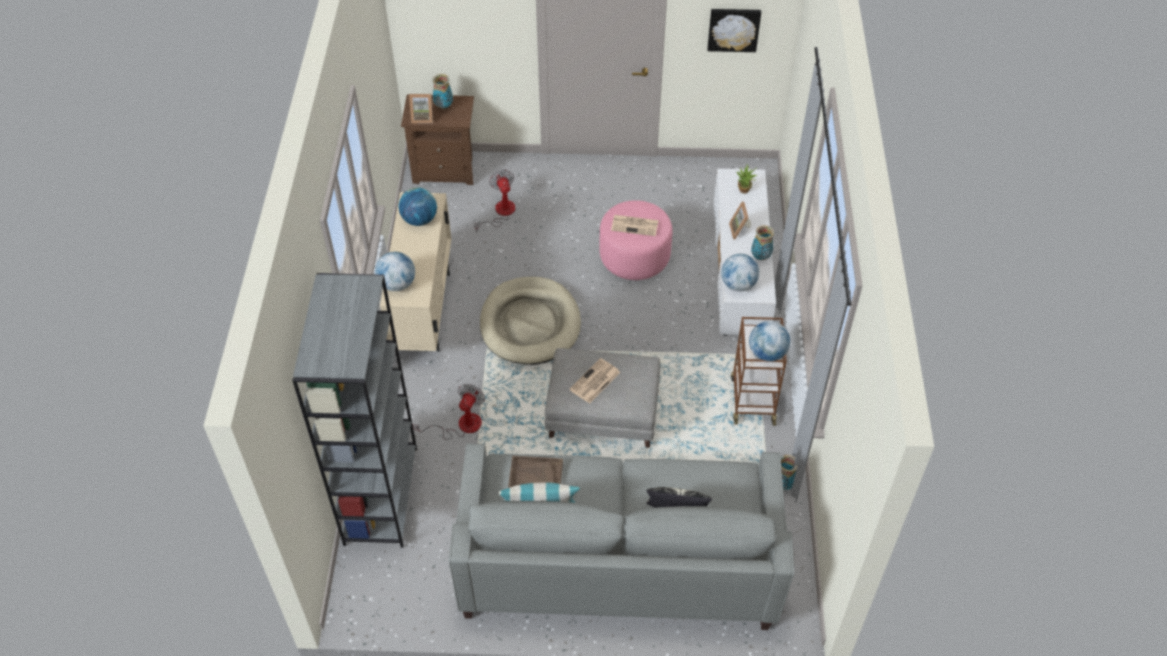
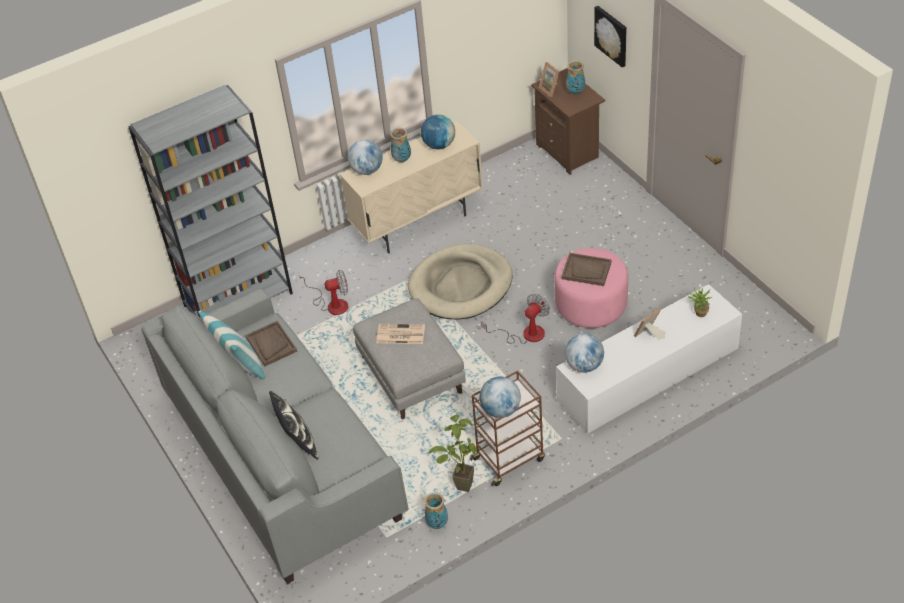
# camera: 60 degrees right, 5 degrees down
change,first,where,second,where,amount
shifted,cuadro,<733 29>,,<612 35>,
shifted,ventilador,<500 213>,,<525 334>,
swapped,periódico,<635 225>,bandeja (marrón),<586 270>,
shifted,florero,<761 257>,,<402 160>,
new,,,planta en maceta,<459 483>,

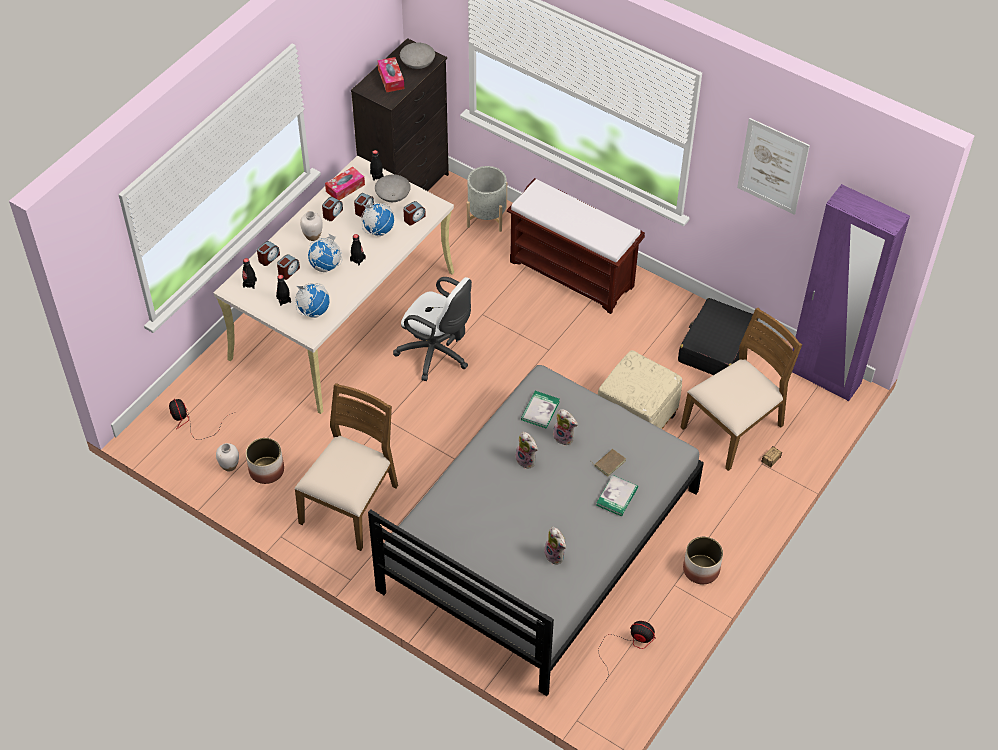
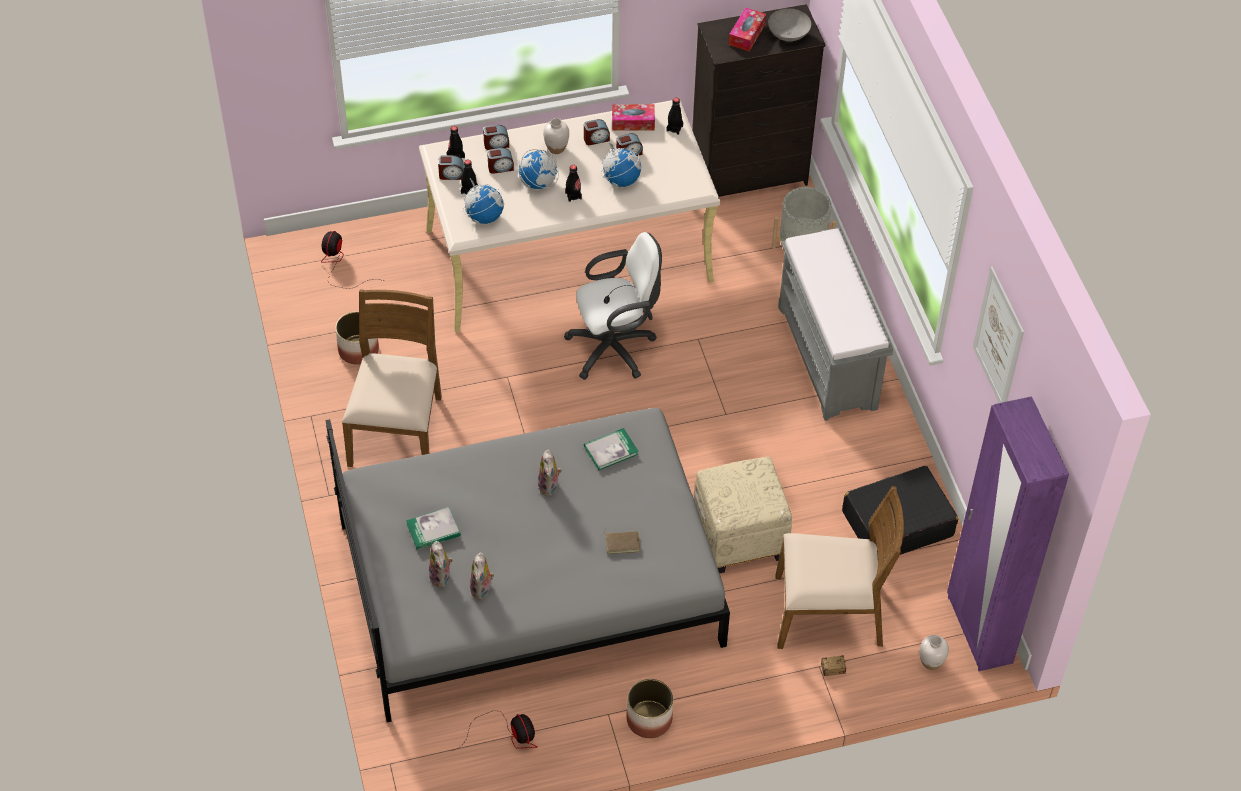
# camera: 40 degrees right, 0 degrees up
change,first,where,second,where,amount
gone,cuenco (gris),<392 196>,,,
repainted,banco (marrón),<573 274>,banco (gris),<828 358>,
shifted,despertador,<414 218>,,<451 175>,
rotated,silla de oficina (blanco),<437 354>,,<615 348>,90 degrees counterclockwise
rotated,silla (marrón),<351 504>,,<398 430>,60 degrees counterclockwise
shifted,peluche,<564 437>,,<441 577>,
shifted,florero (blanco),<229 465>,,<931 662>,
shifted,libro,<617 497>,,<433 530>,

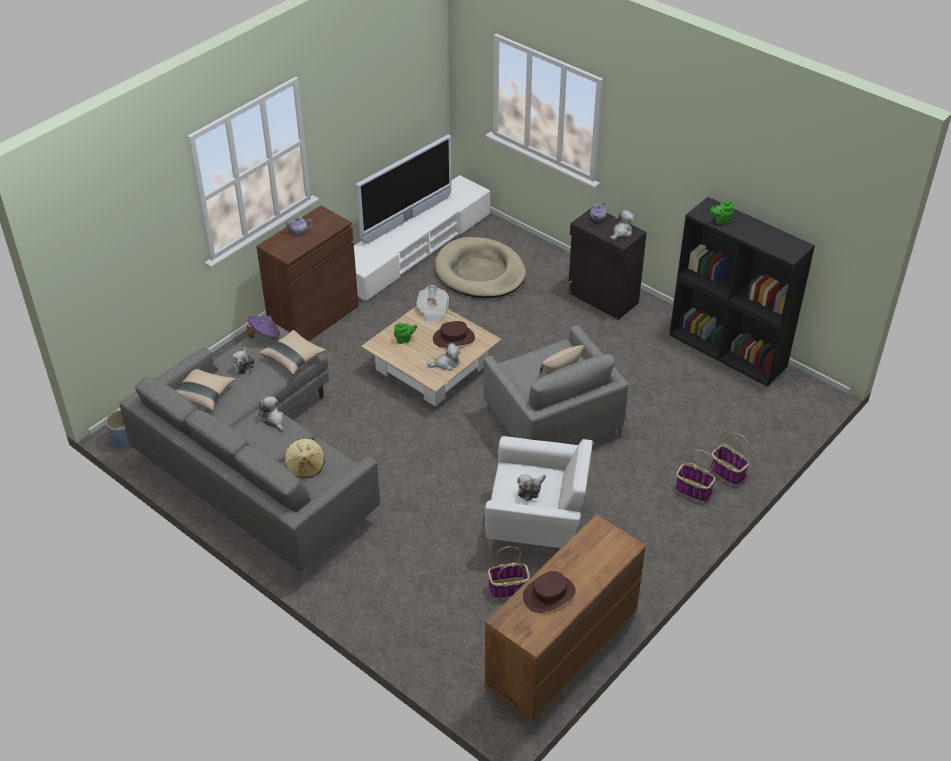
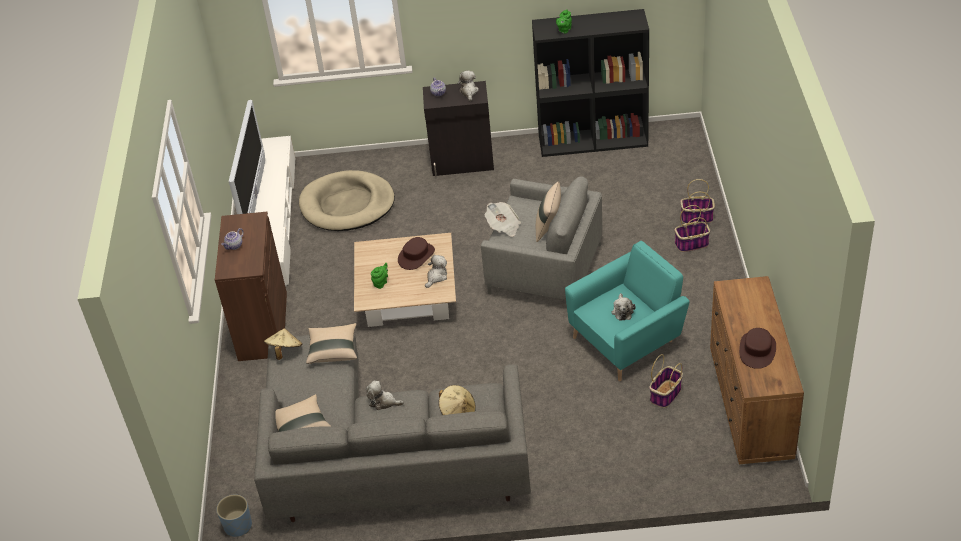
# camera: 40 degrees left, 0 degrees up
change,first,where,second,where,amount
shifted,periódico,<432 311>,,<503 226>,
repainted,sombrero (morado),<265 335>,sombrero (beis),<284 351>,
gone,peluche,<243 365>,,,
repainted,sillón (blanco),<537 524>,sillón (turquesa),<627 340>,

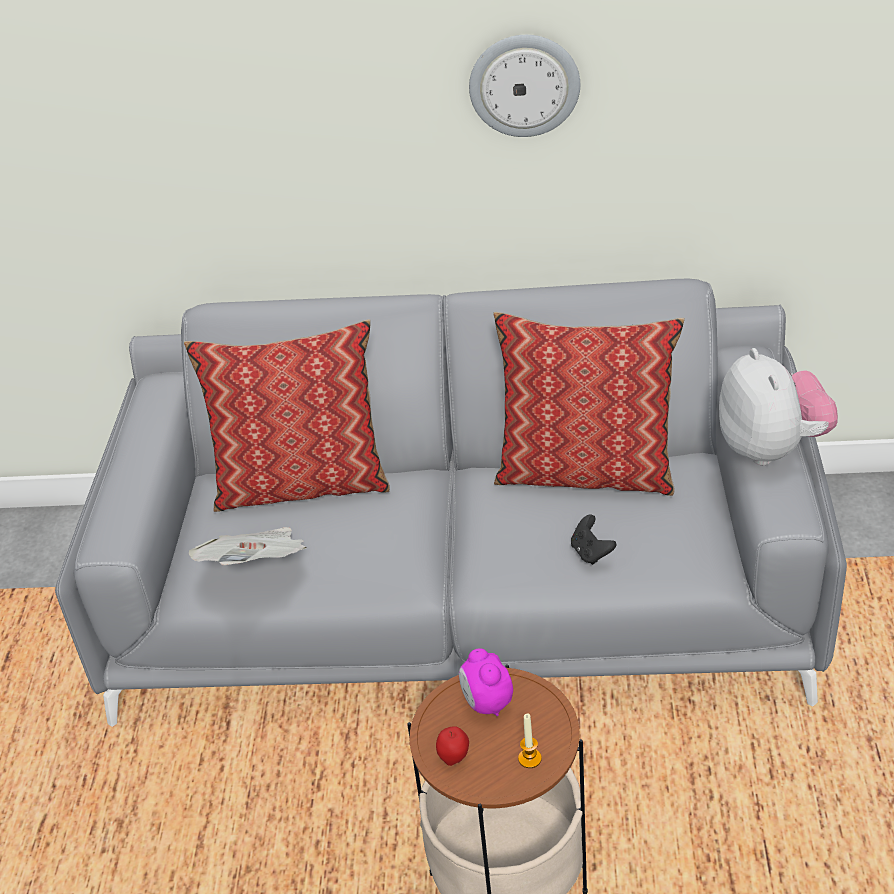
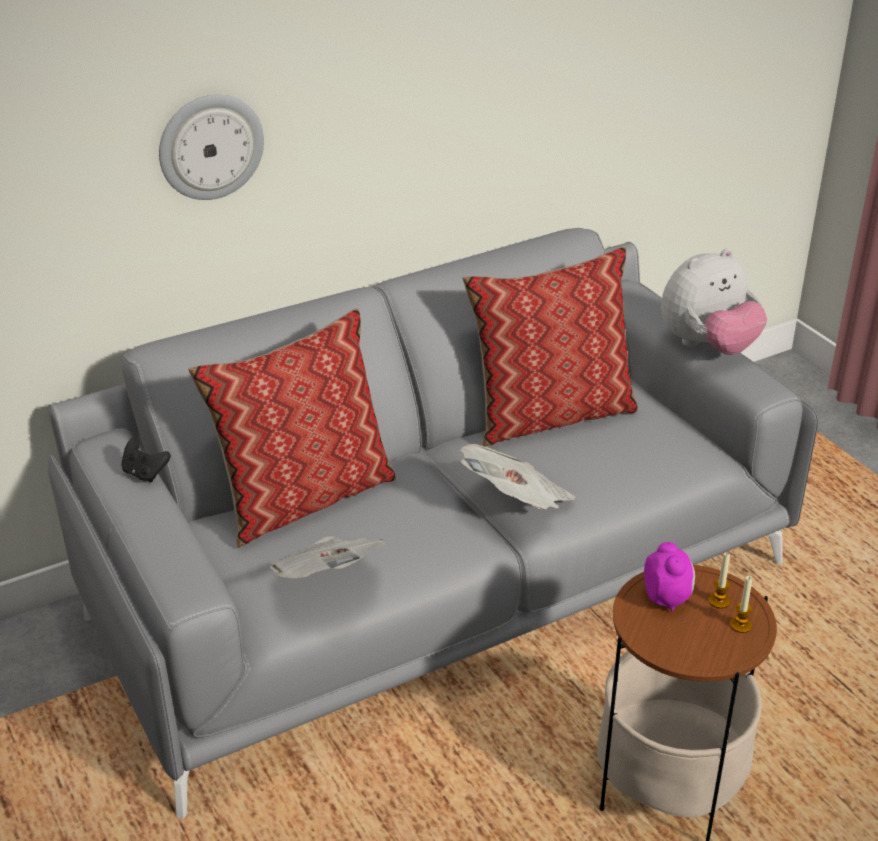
# camera: 35 degrees left, 5 degrees down
change,first,where,second,where,amount
shifted,reloj de pared,<524 85>,,<210 146>,
rotated,peluche,<771 448>,,<708 346>,105 degrees clockwise
shifted,mando de consola (negro),<591 552>,,<145 473>,
rotated,despertador,<486 703>,,<667 598>,135 degrees counterclockwise
gone,manzana,<454 758>,,,
new,,,periódico,<517 502>,
new,,,vela,<719 601>,

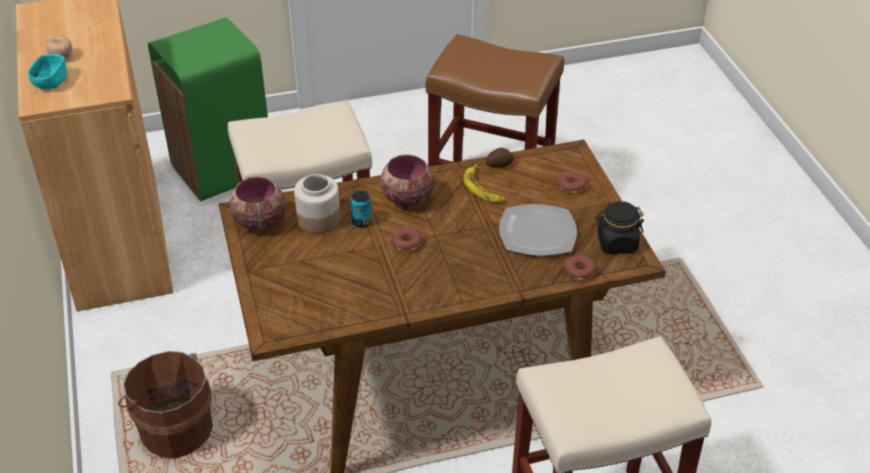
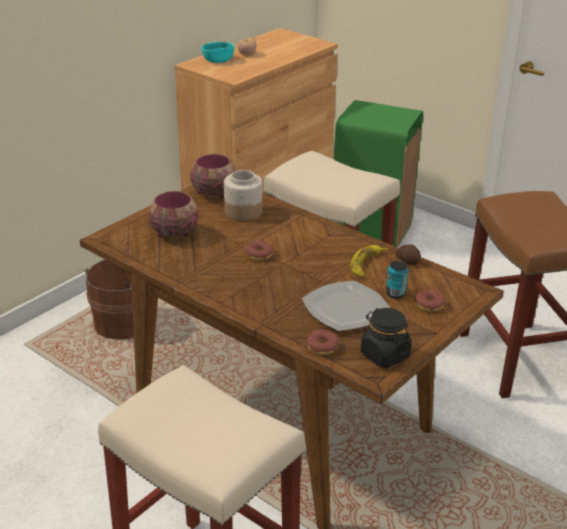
# camera: 55 degrees right, 10 degrees down
change,first,where,second,where,amount
shifted,cuenco,<406 199>,,<174 233>,
shifted,lata,<361 221>,,<395 294>,

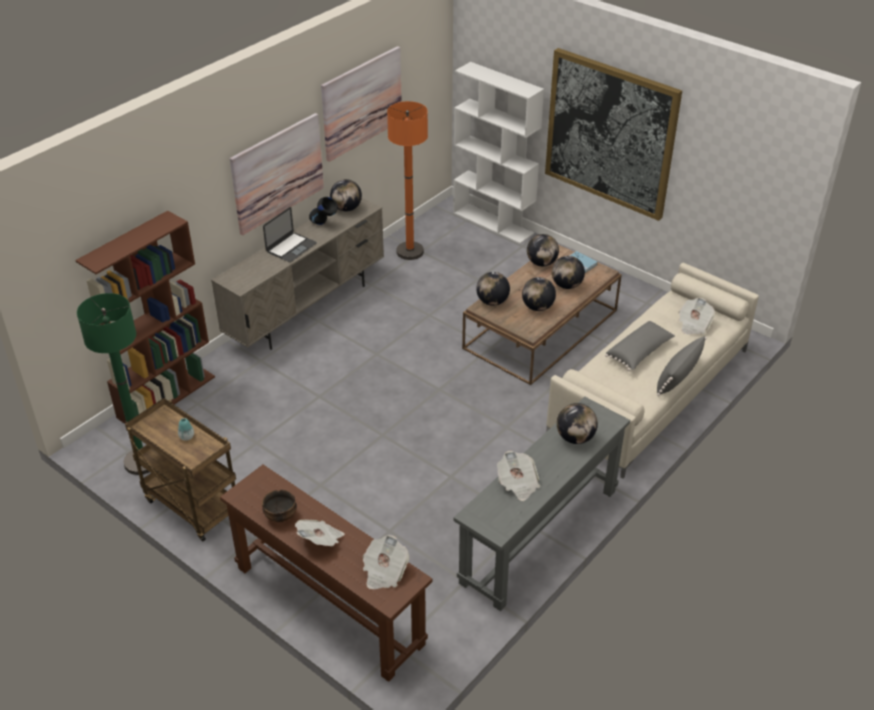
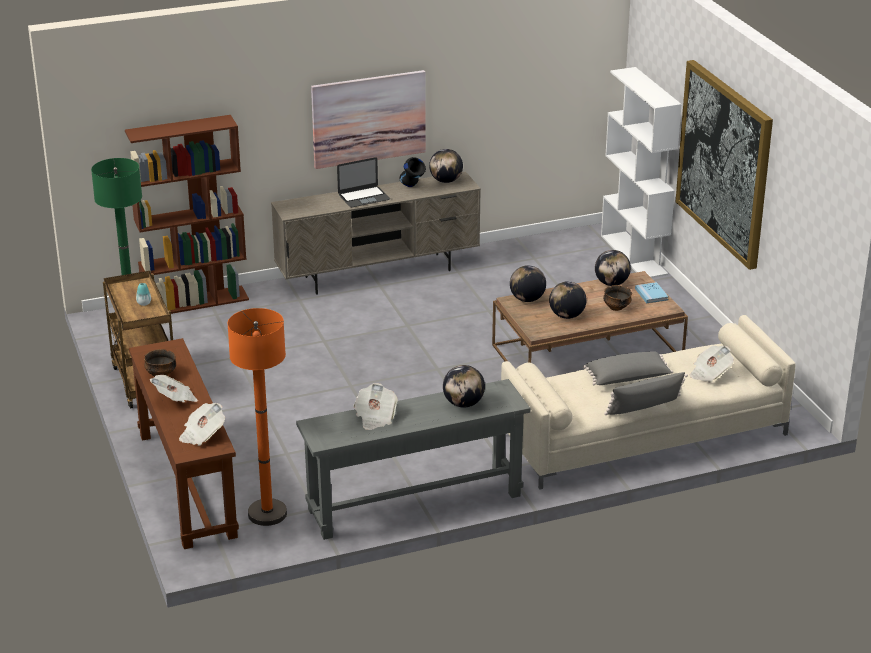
# camera: 30 degrees right, 10 degrees down
change,first,where,second,where,amount
gone,cuadro,<362 103>,,,
shifted,lámpara de pie (naranja),<410 252>,,<267 514>,
swapped,globo terráqueo,<566 285>,cuenco,<616 307>,

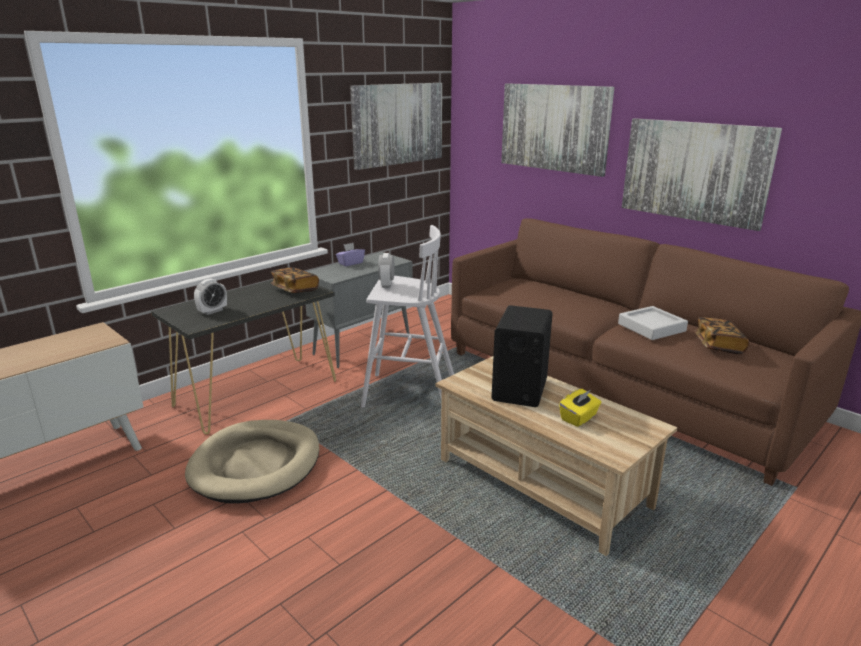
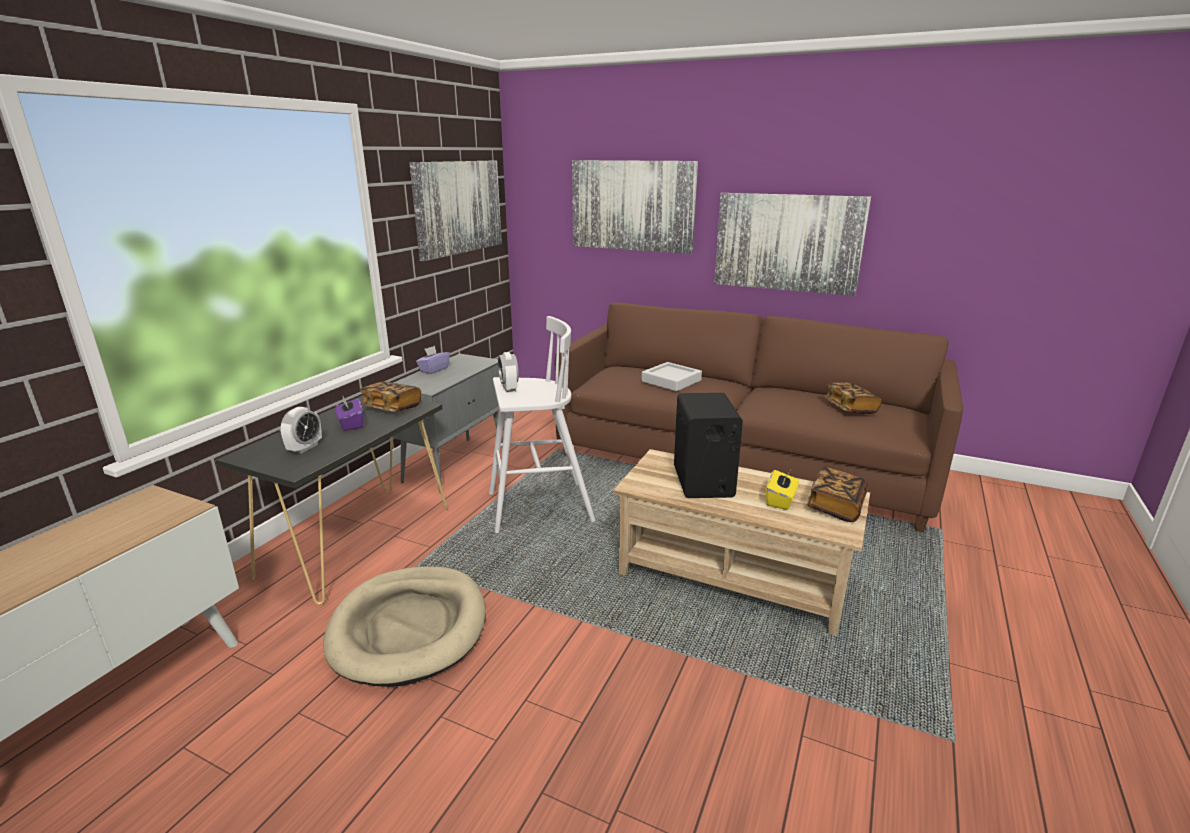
# camera: 20 degrees left, 0 degrees up
change,first,where,second,where,amount
shifted,bandeja (gris),<651 327>,,<671 381>,
new,,,caja de pañuelos (morado),<351 424>,
new,,,libro,<835 506>,

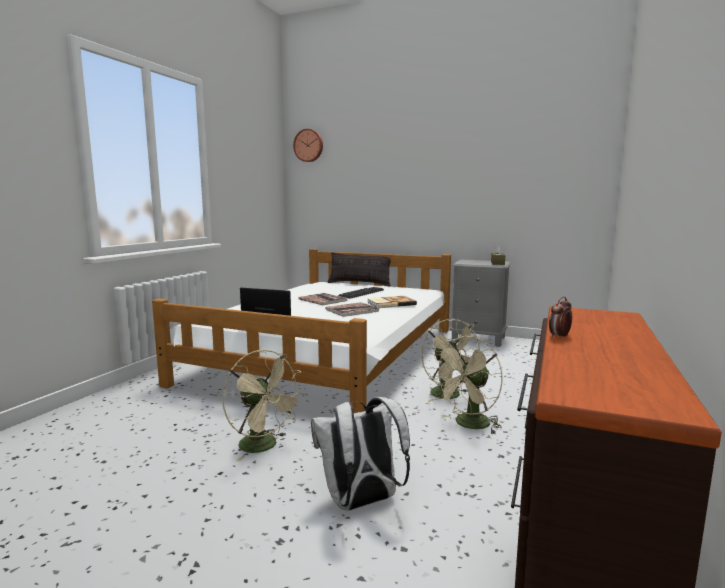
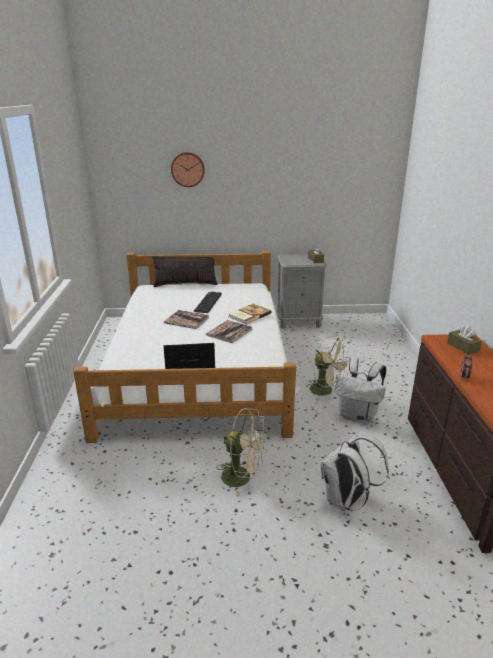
# camera: 25 degrees left, 15 degrees up
change,first,where,second,where,amount
shifted,reloj de pared,<309 145>,,<188 169>,
swapped,ventilador (beis),<468 425>,mochila (blanco),<358 416>,
new,,,caja de pañuelos (marrón),<462 347>,

